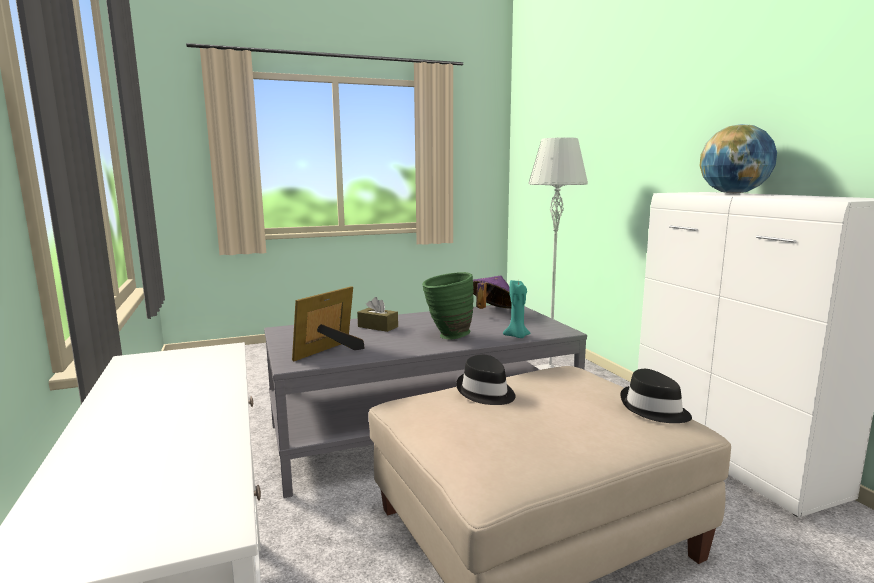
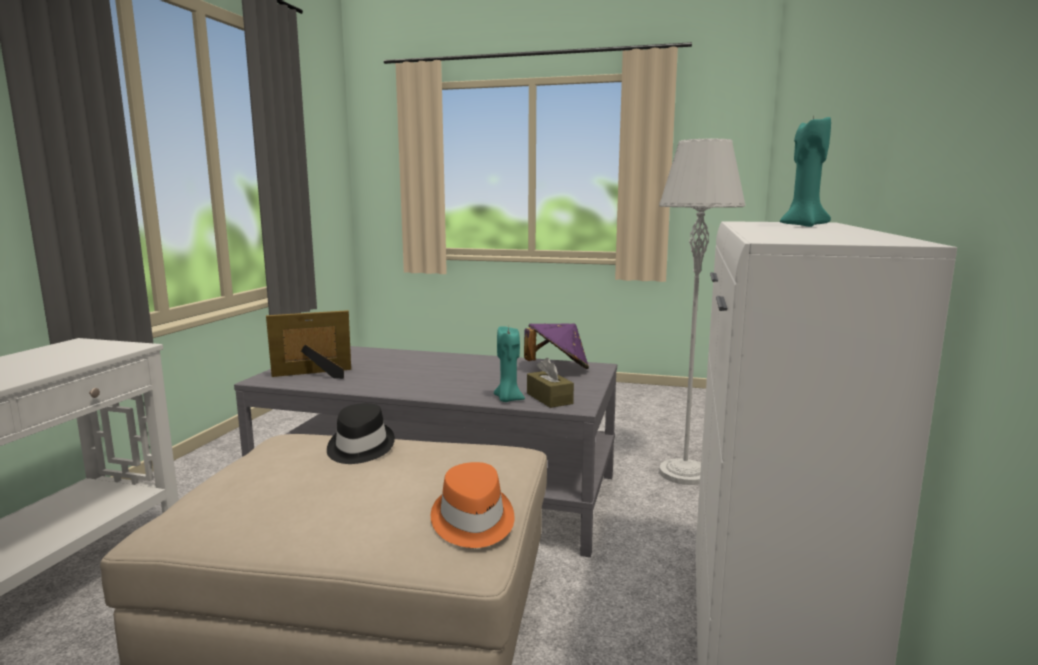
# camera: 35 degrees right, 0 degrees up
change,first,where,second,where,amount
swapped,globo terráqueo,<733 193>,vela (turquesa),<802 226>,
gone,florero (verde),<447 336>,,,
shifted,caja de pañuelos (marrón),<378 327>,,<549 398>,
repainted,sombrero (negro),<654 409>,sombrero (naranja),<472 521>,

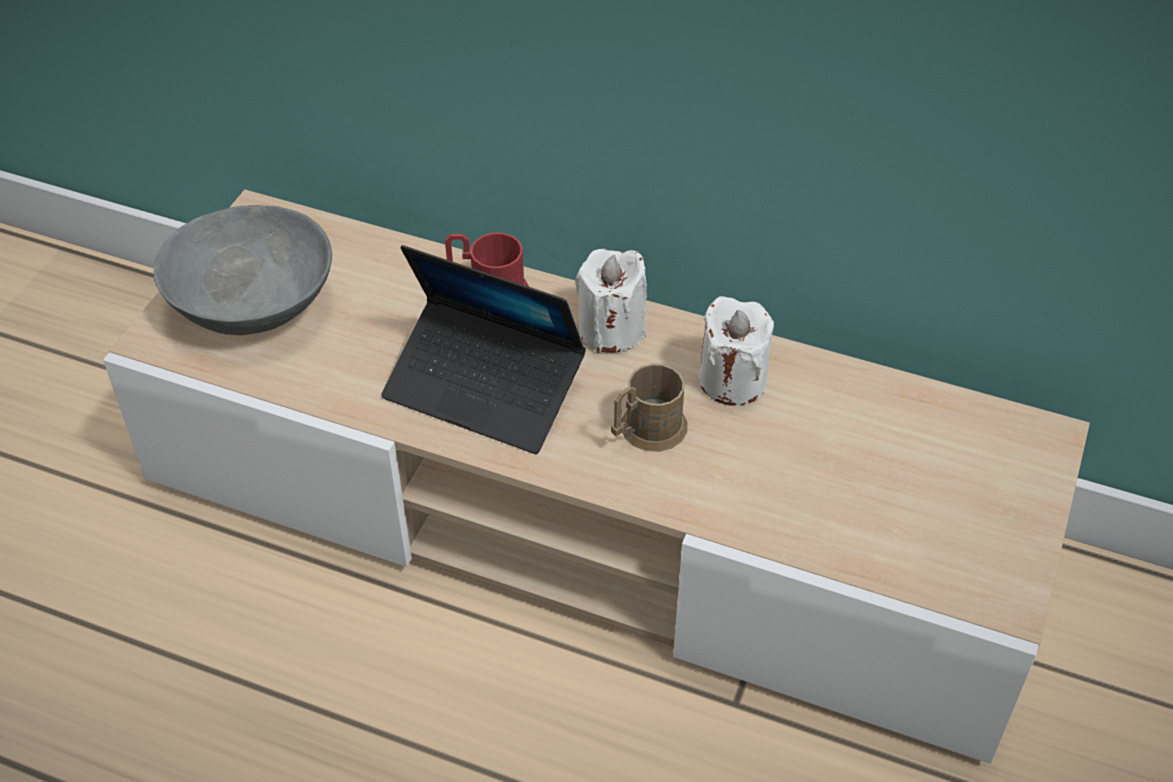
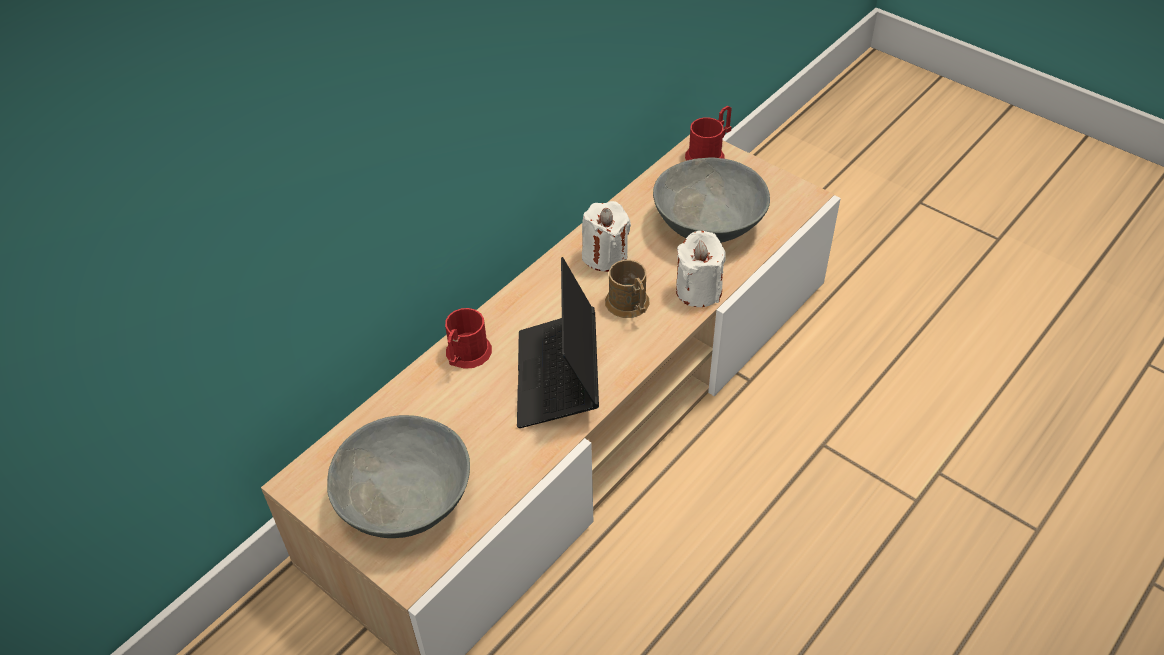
# camera: 70 degrees left, 0 degrees up
change,first,where,second,where,amount
rotated,portátil,<484 388>,,<558 378>,135 degrees clockwise
shifted,vela (blanco),<611 330>,,<698 291>,
new,,,taza grande (rojo),<709 154>,
new,,,cuenco (gris),<709 225>,

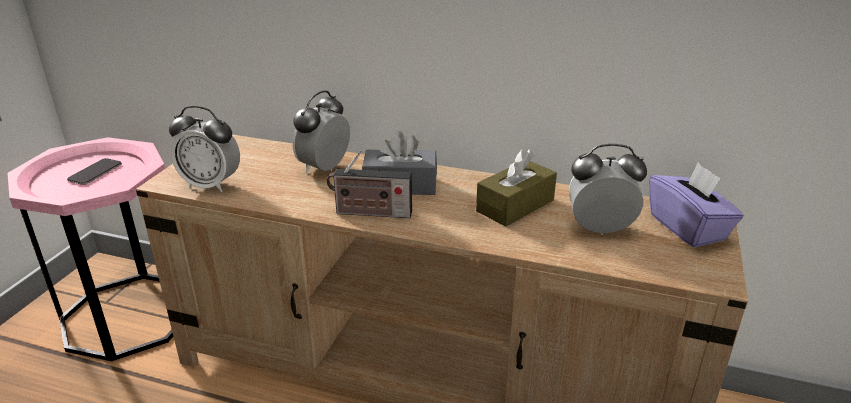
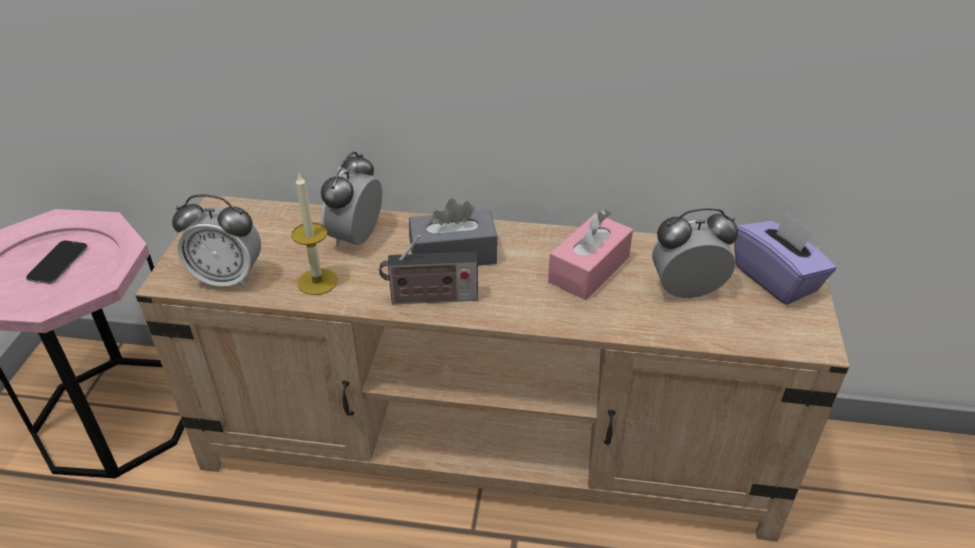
# camera: 10 degrees left, 10 degrees up
change,first,where,second,where,amount
repainted,caja de pañuelos (marrón),<515 206>,caja de pañuelos (rosa),<589 269>,
new,,,vela,<317 281>,

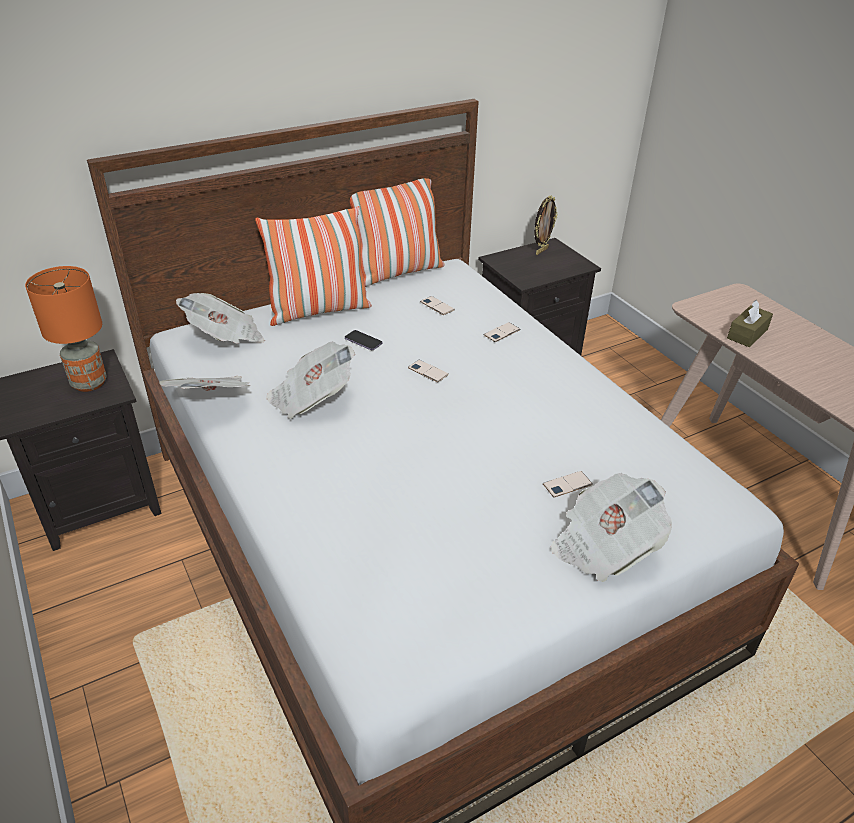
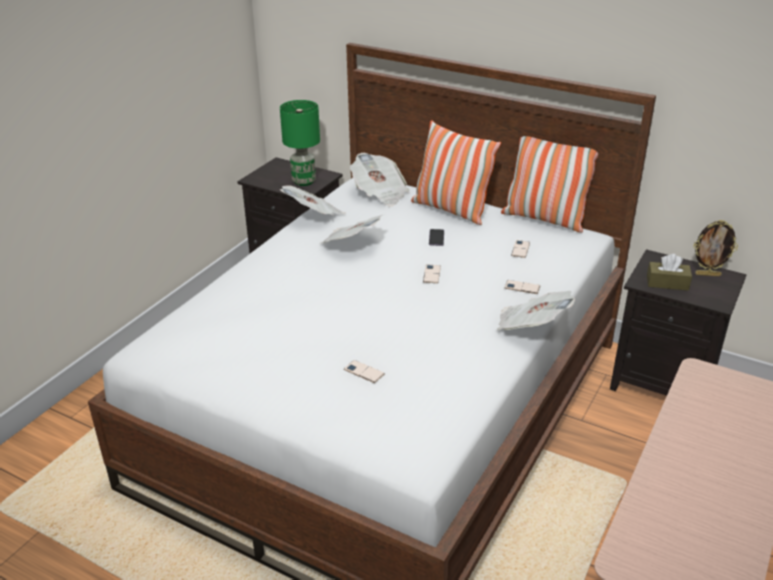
# camera: 60 degrees right, 5 degrees down
change,first,where,second,where,amount
repainted,lámpara de mesa (naranja),<90 383>,lámpara de mesa (verde),<304 182>,
shifted,caja de pañuelos (marrón),<747 334>,,<667 283>,
shifted,periódico,<604 545>,,<531 327>,

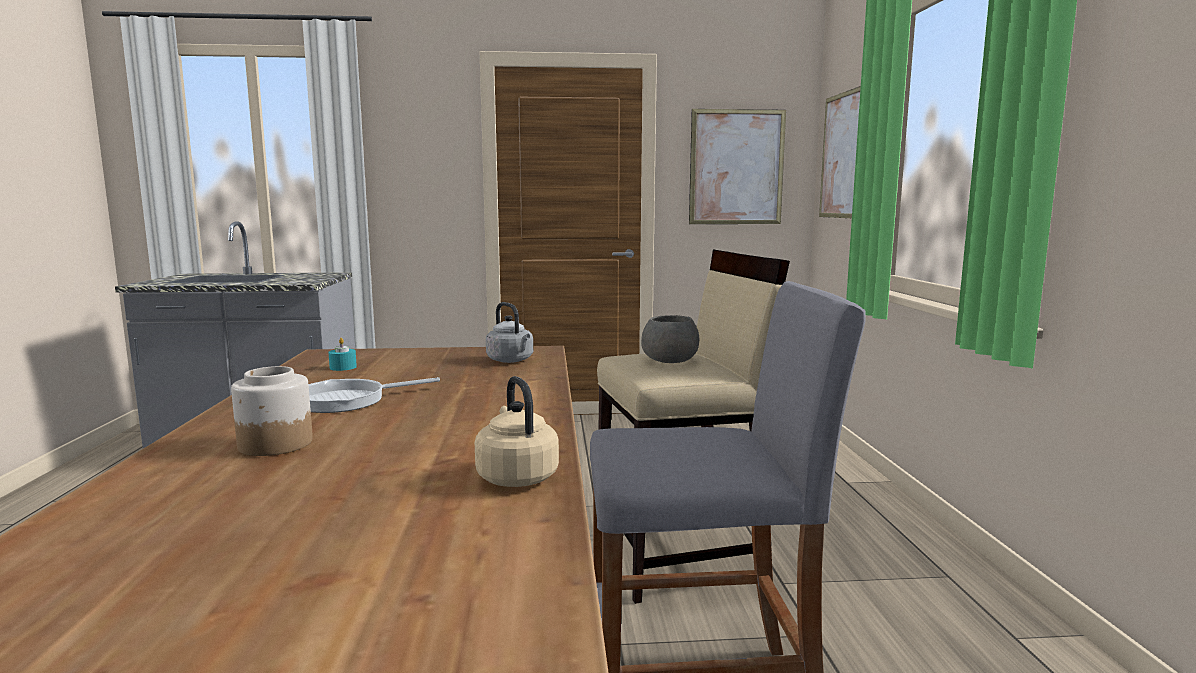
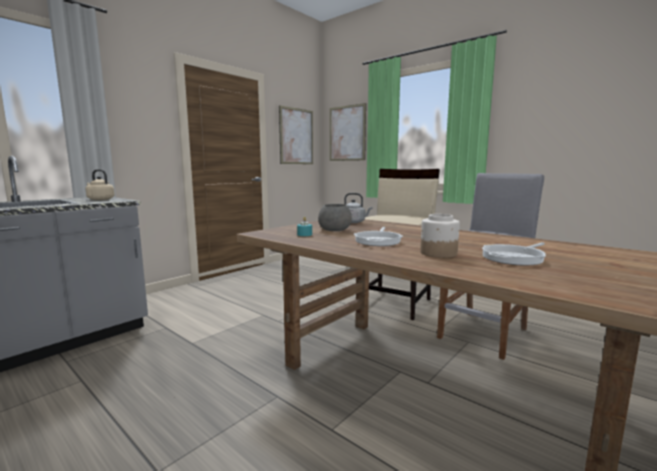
# camera: 45 degrees left, 0 degrees up
change,first,where,second,where,amount
shifted,cuenco (gris),<670 360>,,<335 230>,
shifted,hervidor (beis),<516 476>,,<100 199>,
new,,,sartén,<514 258>,

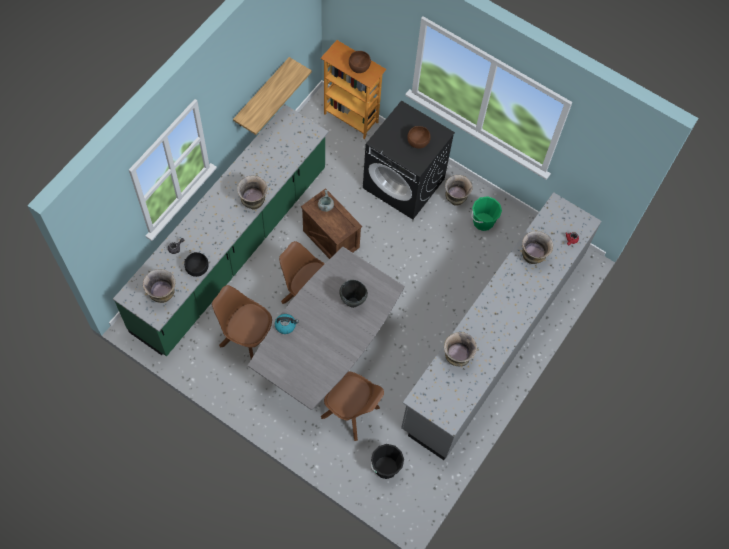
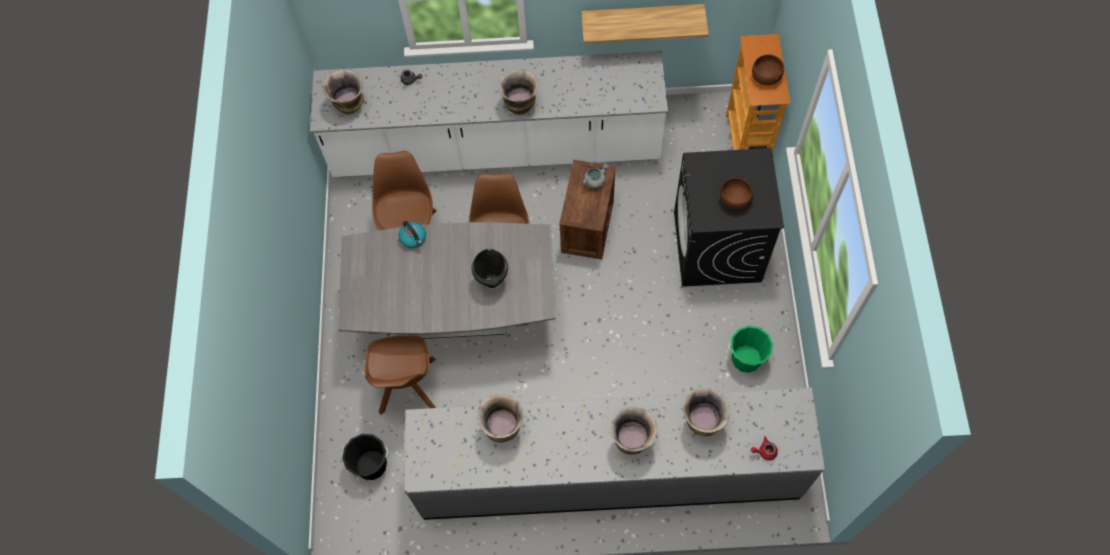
# camera: 60 degrees right, 0 degrees up
change,first,where,second,where,amount
repainted,mueble bajo de cocina (verde),<231 250>,mueble bajo de cocina (blanco),<496 149>,
shifted,florero,<455 199>,,<631 440>,
gone,cuenco (negro),<197 268>,,,

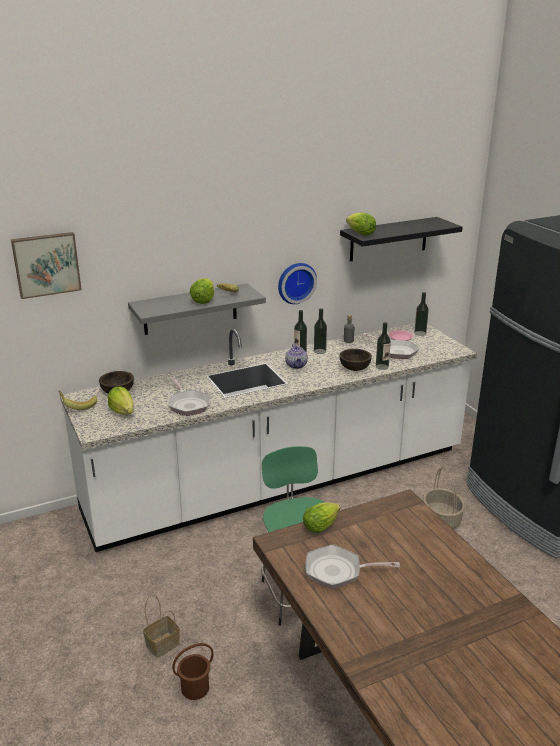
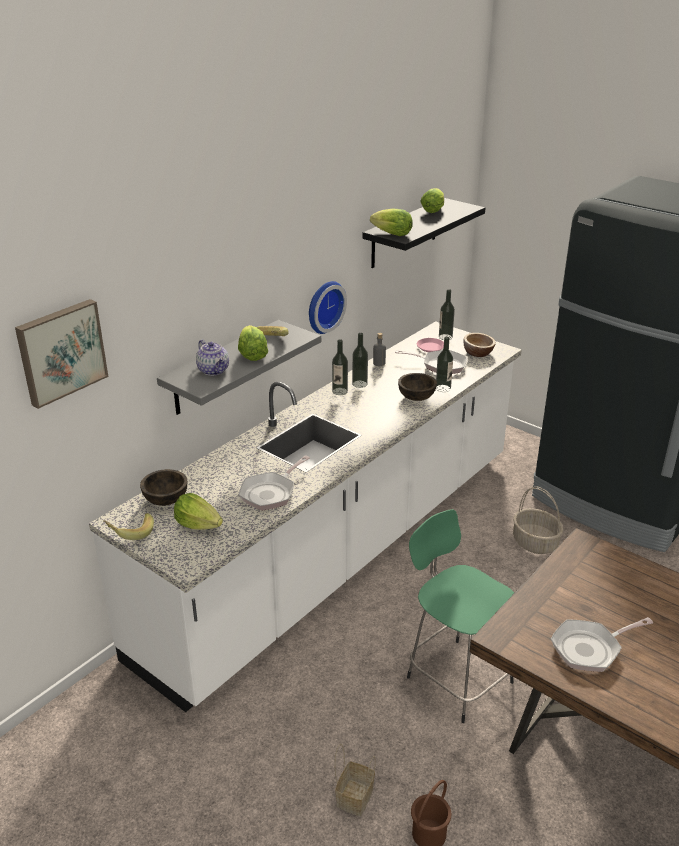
# camera: 25 degrees left, 5 degrees up
change,first,where,second,where,amount
shifted,tetera,<296 365>,,<214 370>,
rotated,sartén,<188 404>,,<270 493>,90 degrees clockwise
shifted,lechuga,<322 525>,,<433 210>,
new,,,cuenco,<478 353>,

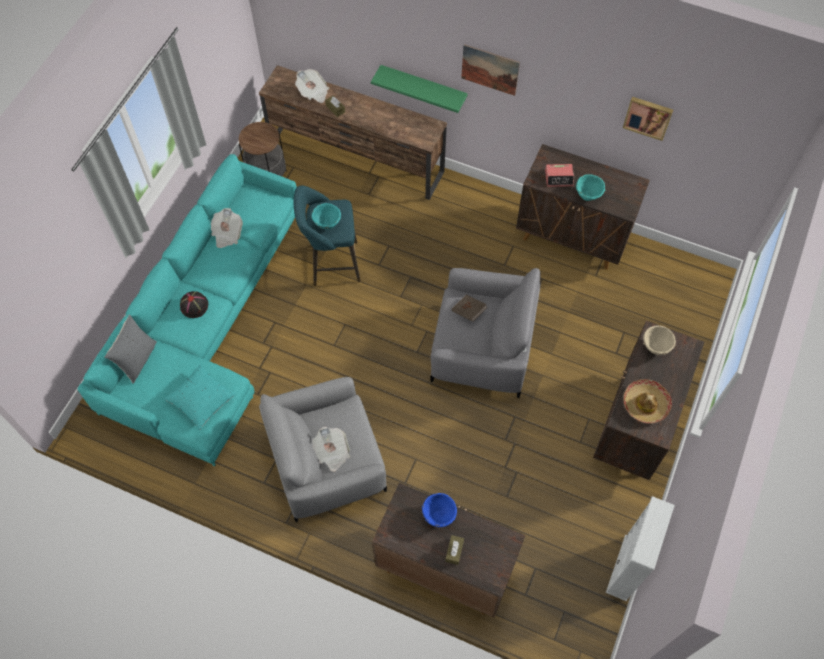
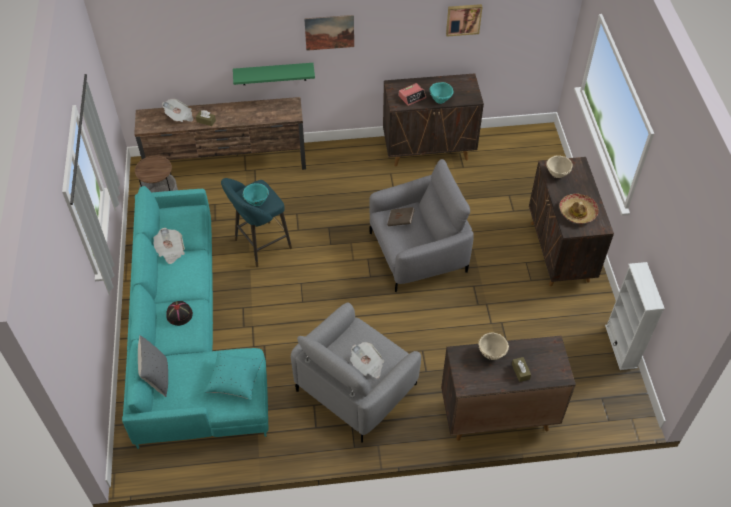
# camera: 30 degrees left, 10 degrees down
change,first,where,second,where,amount
repainted,cuenco (azul),<439 514>,cuenco (beis),<491 353>,

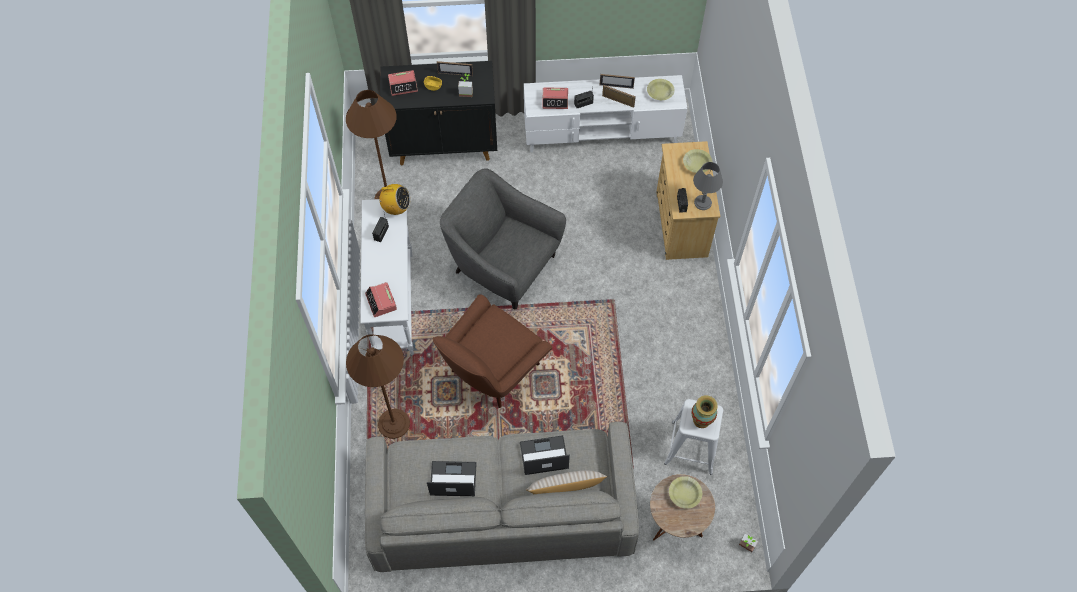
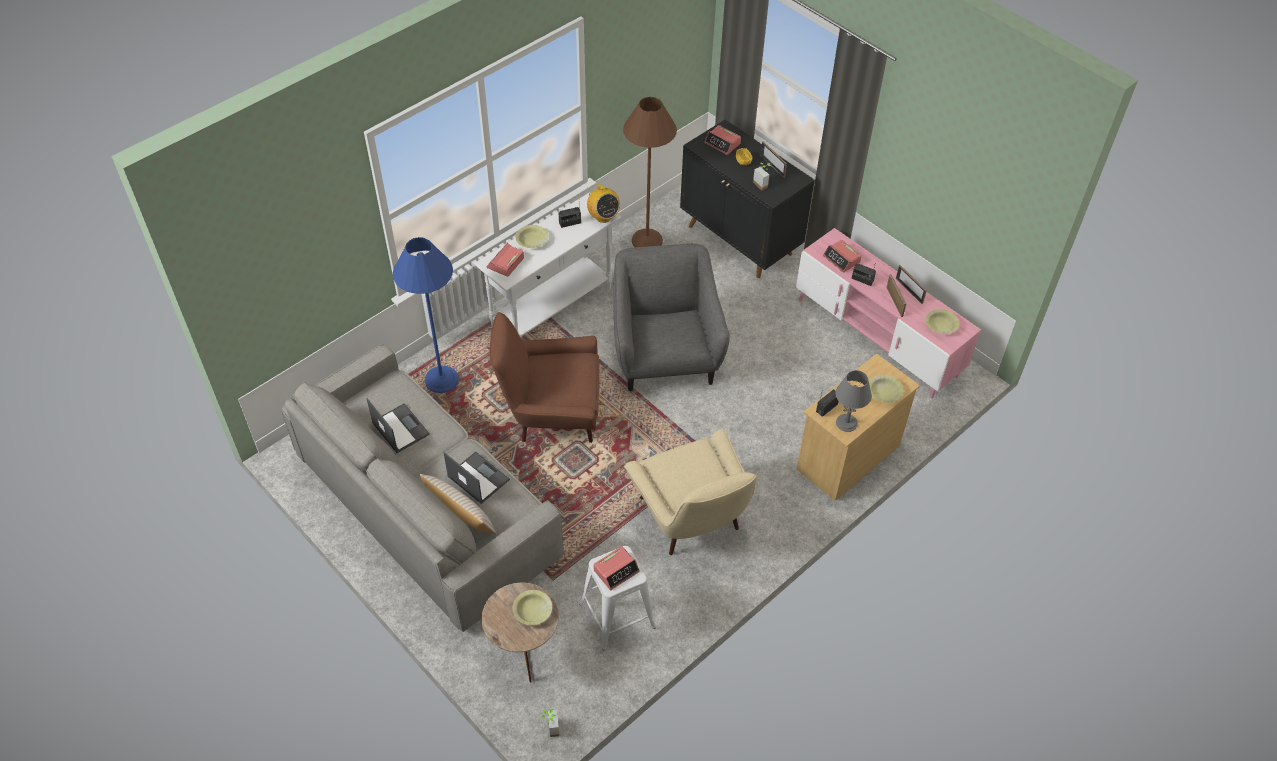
# camera: 50 degrees right, 10 degrees down
change,first,where,second,where,amount
repainted,mueble de televisión (blanco),<602 133>,mueble de televisión (rosa),<877 337>,
repainted,lámpara de pie (marrón),<394 424>,lámpara de pie (azul),<441 380>,
swapped,florero,<701 420>,despertador,<616 570>,
new,,,cuenco (amarillo),<532 240>,
new,,,sillón (beis),<691 519>,

